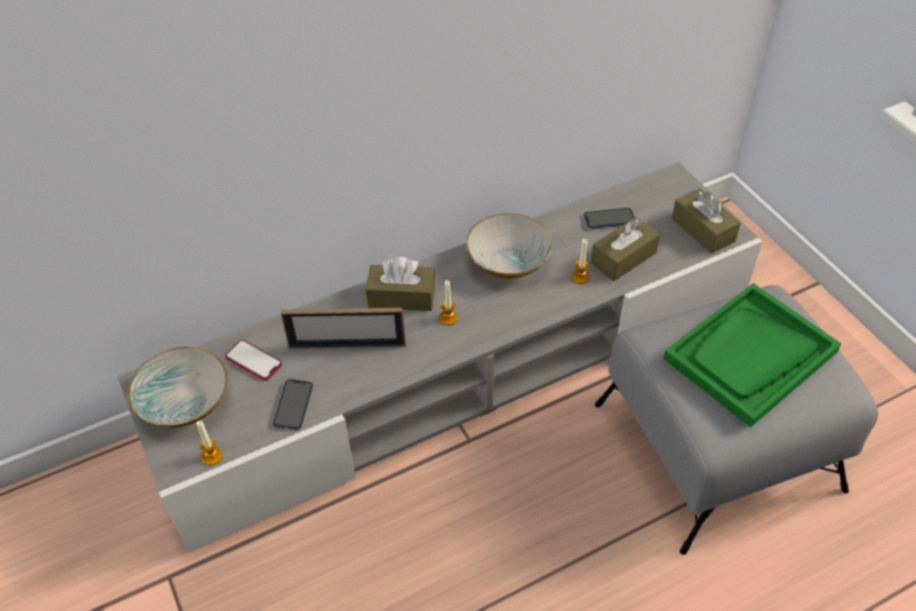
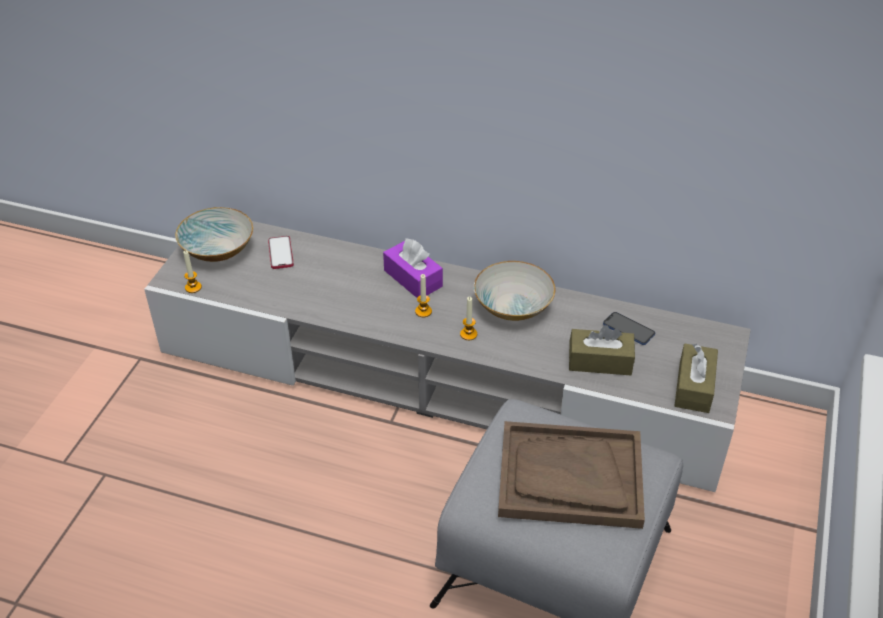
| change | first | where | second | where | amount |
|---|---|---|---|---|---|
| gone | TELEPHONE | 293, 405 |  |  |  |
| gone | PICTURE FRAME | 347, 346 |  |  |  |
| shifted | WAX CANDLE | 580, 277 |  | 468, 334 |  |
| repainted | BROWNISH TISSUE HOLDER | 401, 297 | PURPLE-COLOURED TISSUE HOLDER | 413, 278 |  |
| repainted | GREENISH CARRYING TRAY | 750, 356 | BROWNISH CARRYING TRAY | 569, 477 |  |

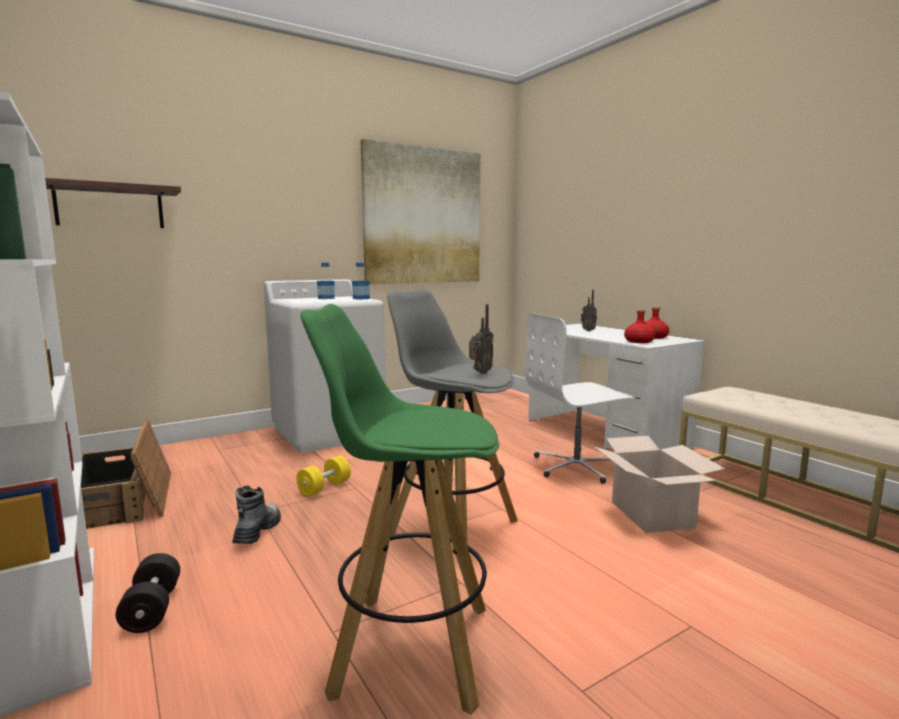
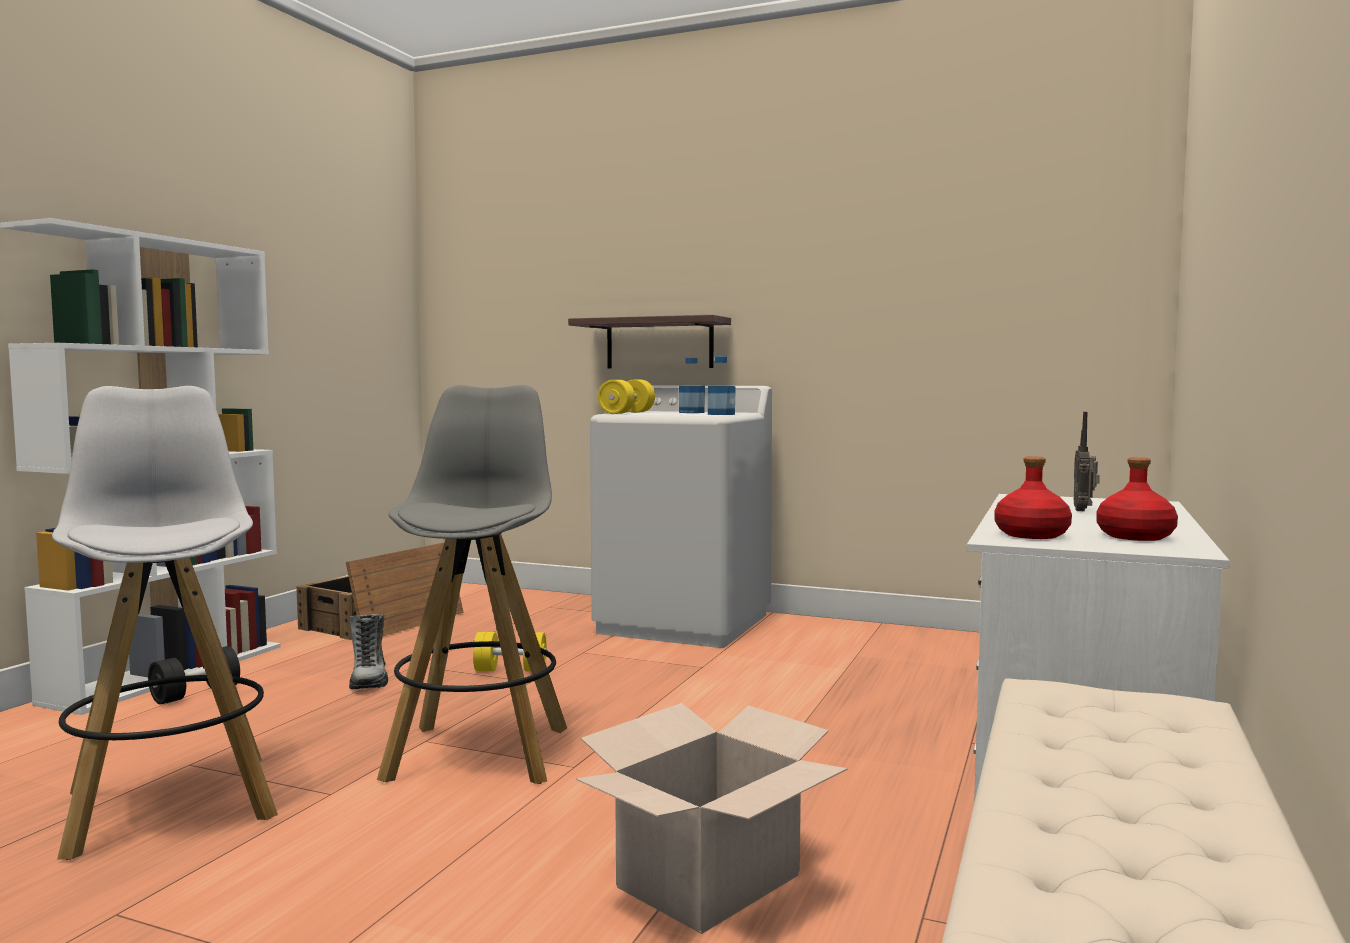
| change | first | where | second | where | amount |
|---|---|---|---|---|---|
| gone | PICTURE | 423, 216 |  |  |  |
| gone | RADIO SET | 479, 373 |  |  |  |
| gone | WHITISH OFFICE CHAIR | 577, 466 |  |  |  |
| new |  |  | YELLOWISH HAND WEIGHT | 627, 413 |  |
| shifted | BRACKET SHELF | 110, 206 |  | 659, 343 |  |
| repainted | GREENISH SITTING STOOL | 409, 649 | WHITISH SITTING STOOL | 171, 804 |  |
| rotated | BOOT | 257, 531 |  | 369, 679 | 105 degrees clockwise |

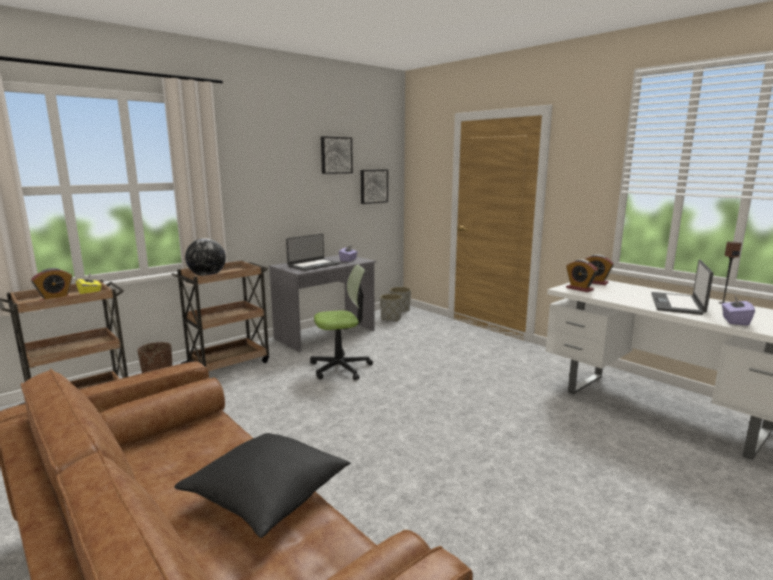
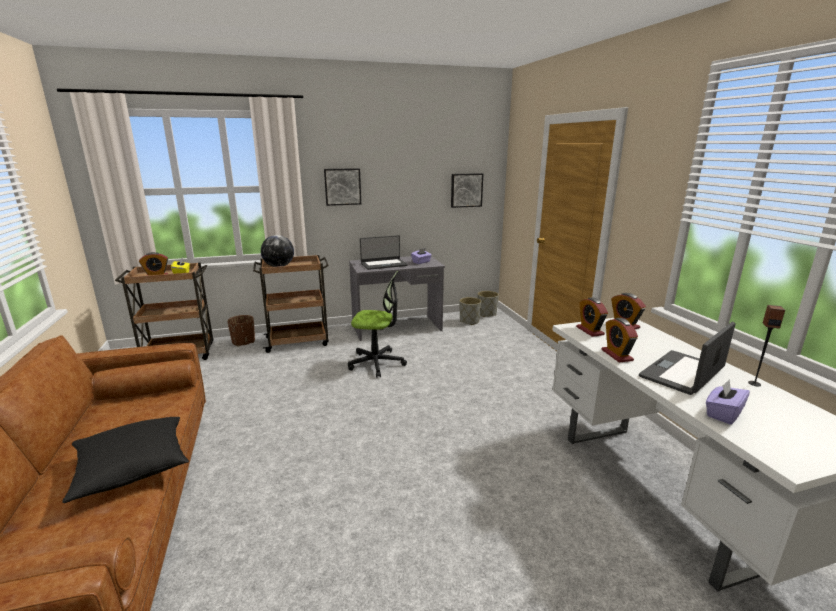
| change | first | where | second | where | amount |
|---|---|---|---|---|---|
| new |  |  | ALARM CLOCK | 617, 355 |  |
| shifted | PICTURE | 335, 155 |  | 342, 186 |  |

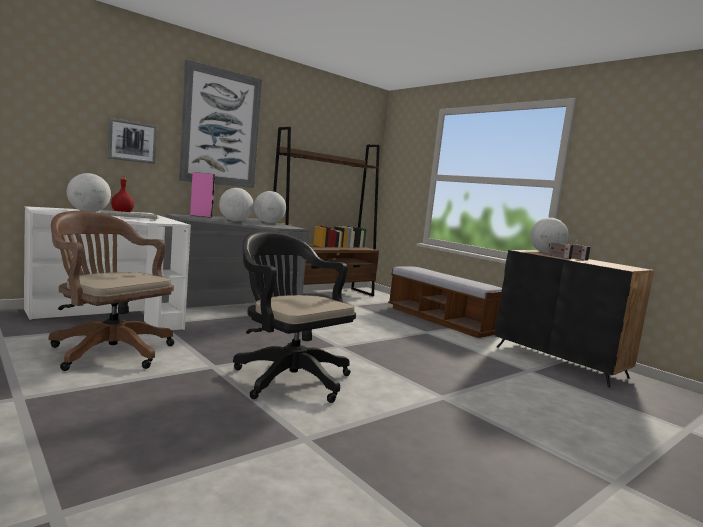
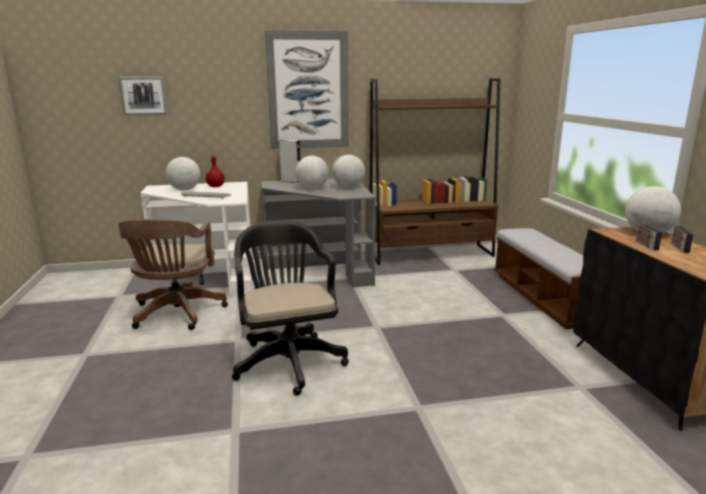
| change | first | where | second | where | amount |
|---|---|---|---|---|---|
| shifted | PICTURE | 132, 141 |  | 143, 95 |  |
| repainted | PINK AUDIO SPEAKER | 201, 216 | GRAY AUDIO SPEAKER | 291, 181 |  |
| rotated | BROWNISH OFFICE CHAIR | 108, 350 |  | 176, 314 | 150 degrees counterclockwise |

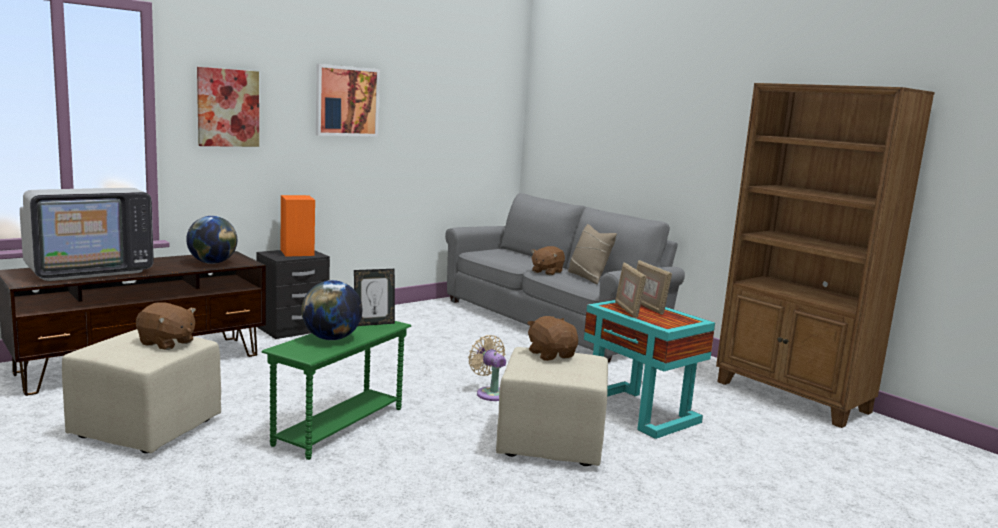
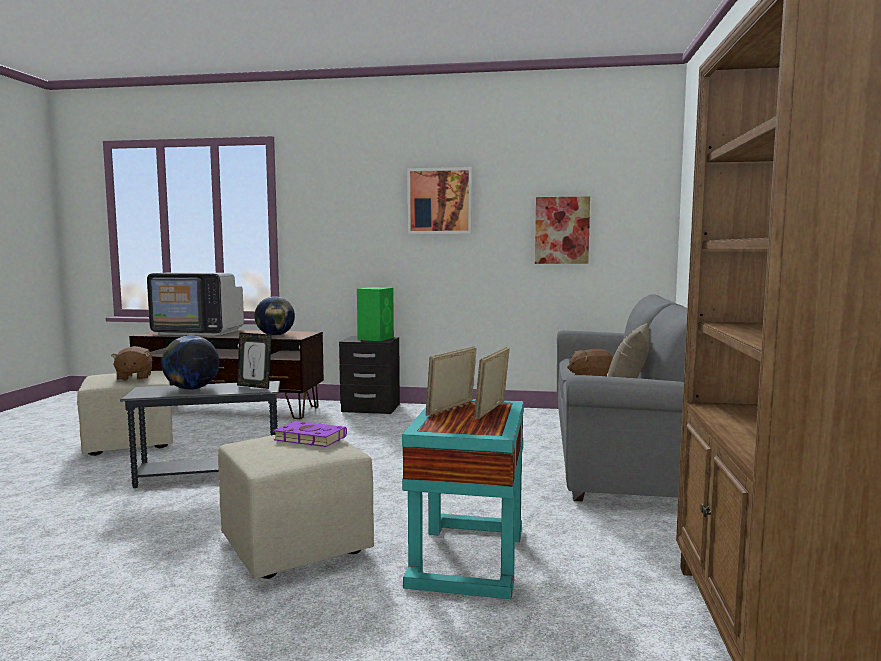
| change | first | where | second | where | amount |
|---|---|---|---|---|---|
| gone | BEIGE COOLING FAN | 490, 393 |  |  |  |
| shifted | PICTURE | 228, 108 |  | 562, 230 |  |
| swapped | BROWNISH SOFT TOY | 551, 355 | PURPLE-COLOURED BOOK | 308, 438 |  |
| repainted | GREENISH END TABLE | 339, 426 | GRAY END TABLE | 209, 475 |  |
| repainted | ORANGEY AUDIO SPEAKER | 297, 252 | GREENISH AUDIO SPEAKER | 376, 338 |  |

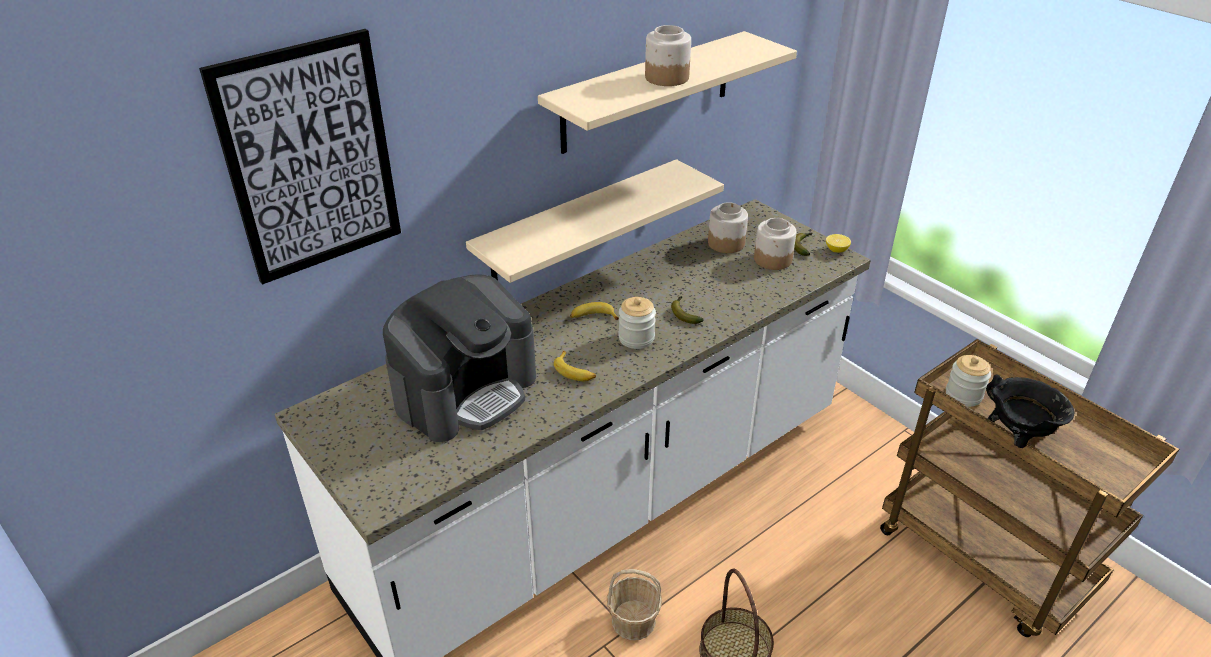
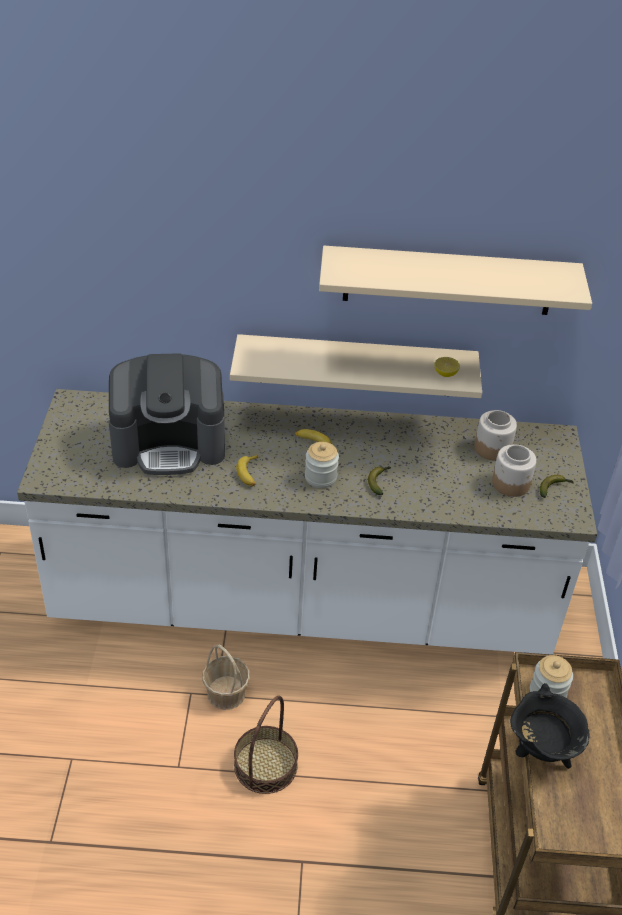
| change | first | where | second | where | amount |
|---|---|---|---|---|---|
| gone | PICTURE | 310, 159 |  |  |  |
| gone | JAR | 666, 77 |  |  |  |
| shifted | LEMON | 836, 250 |  | 445, 374 |  |

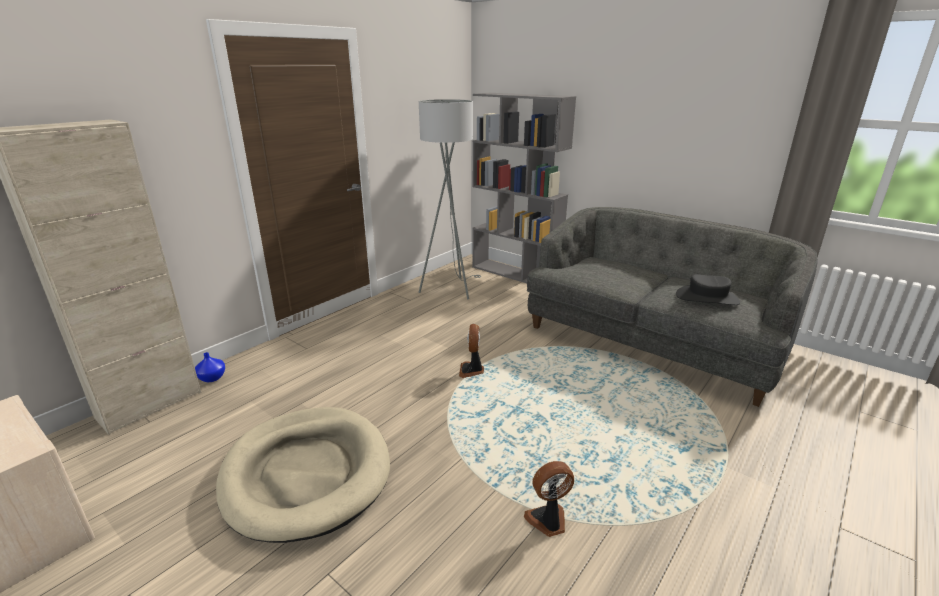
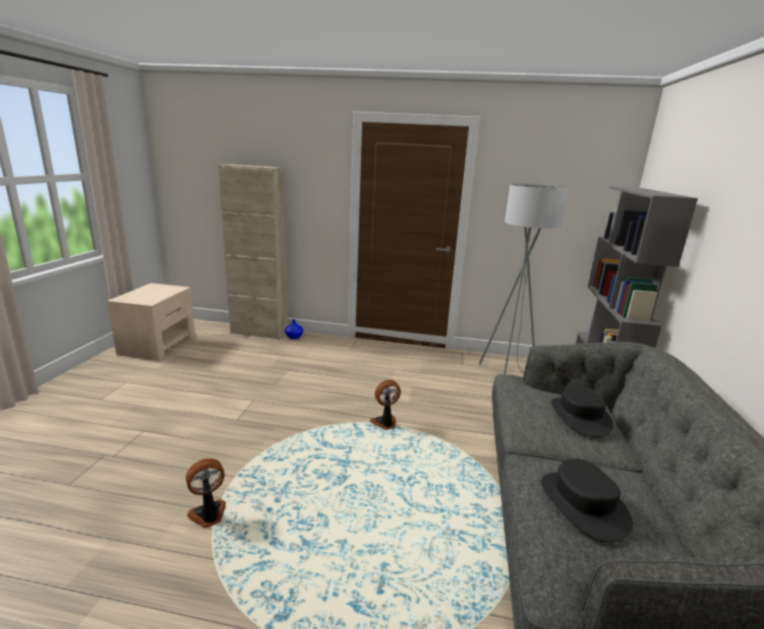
| change | first | where | second | where | amount |
|---|---|---|---|---|---|
| gone | BEIGE DOG CUSHION | 307, 474 |  |  |  |
| new |  |  | BLACKISH HAT | 579, 416 |  |
| rotated | COOLING FAN | 548, 521 |  | 209, 515 | 75 degrees counterclockwise |

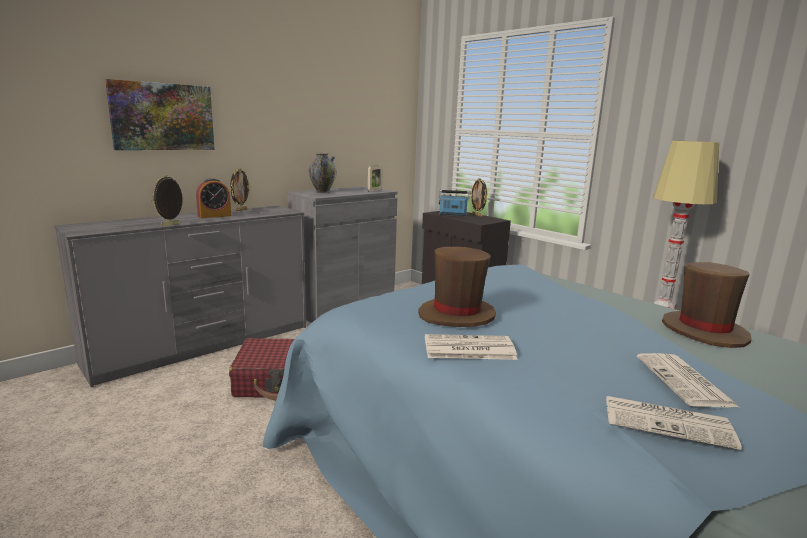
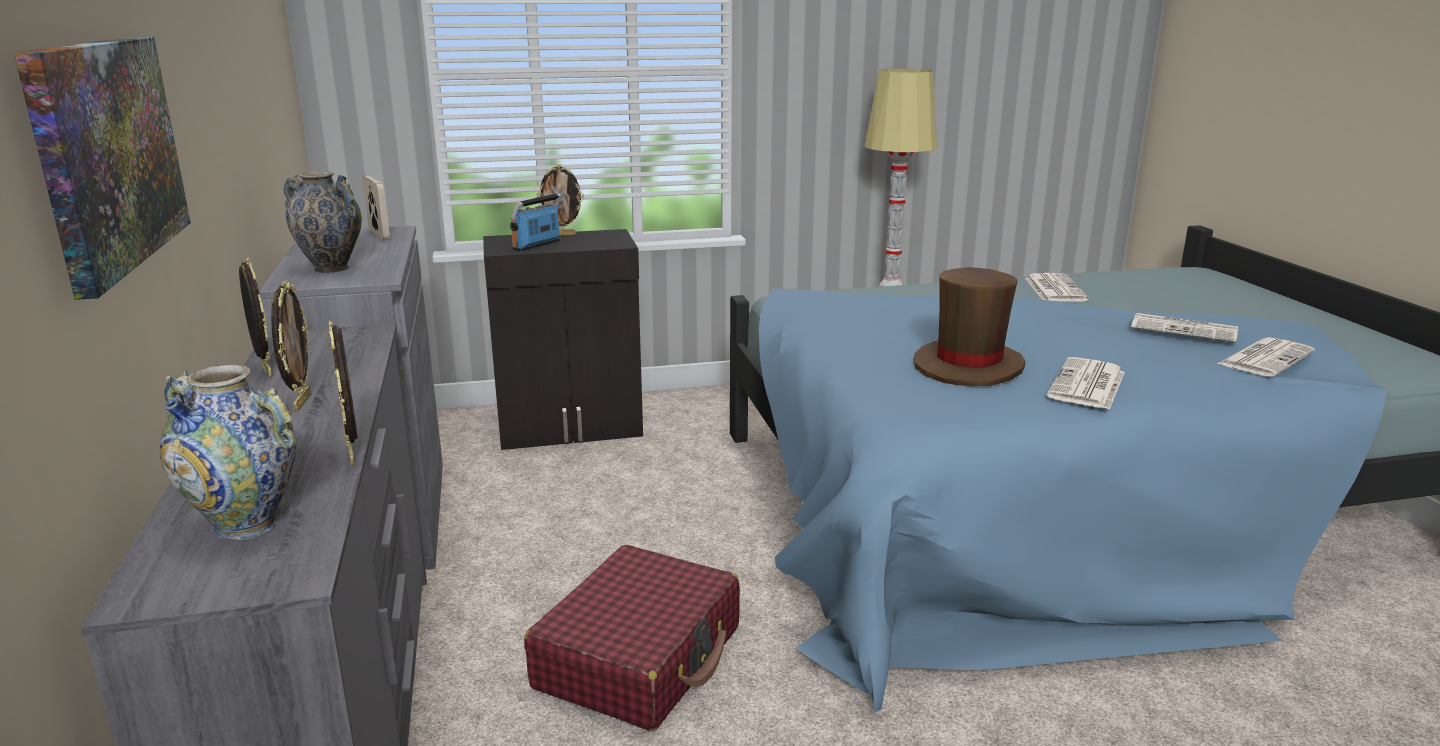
| change | first | where | second | where | amount |
|---|---|---|---|---|---|
| new |  |  | DECORATIVE VASE | 246, 526 |  |
| swapped | ALARM CLOCK | 214, 216 | PICTURE FRAME | 301, 402 |  |
| swapped | BROWNISH HAT | 704, 331 | DAILY PAPER | 1054, 289 |  |

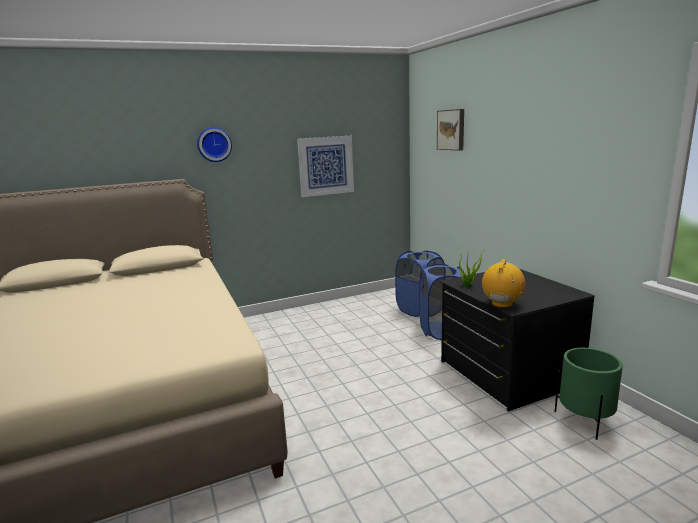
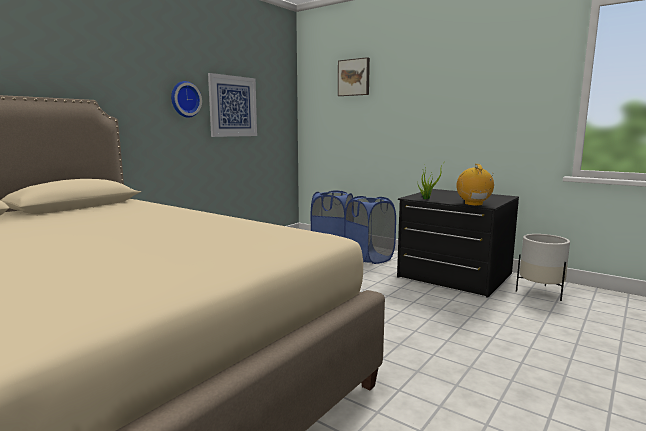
| change | first | where | second | where | amount |
|---|---|---|---|---|---|
| shifted | CLOCK ON THE WALL | 214, 144 |  | 184, 99 |  |
| repainted | GREENISH FLOWER POT | 585, 420 | WHITISH FLOWER POT | 540, 292 |  |

